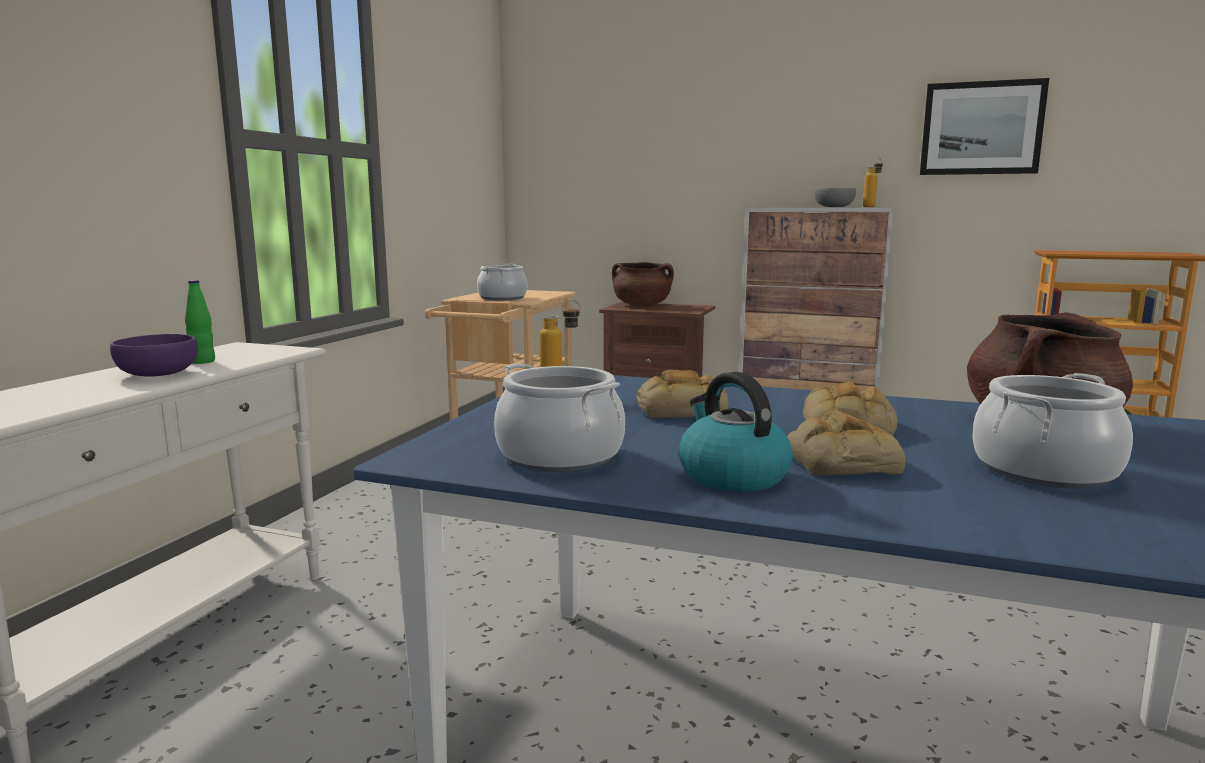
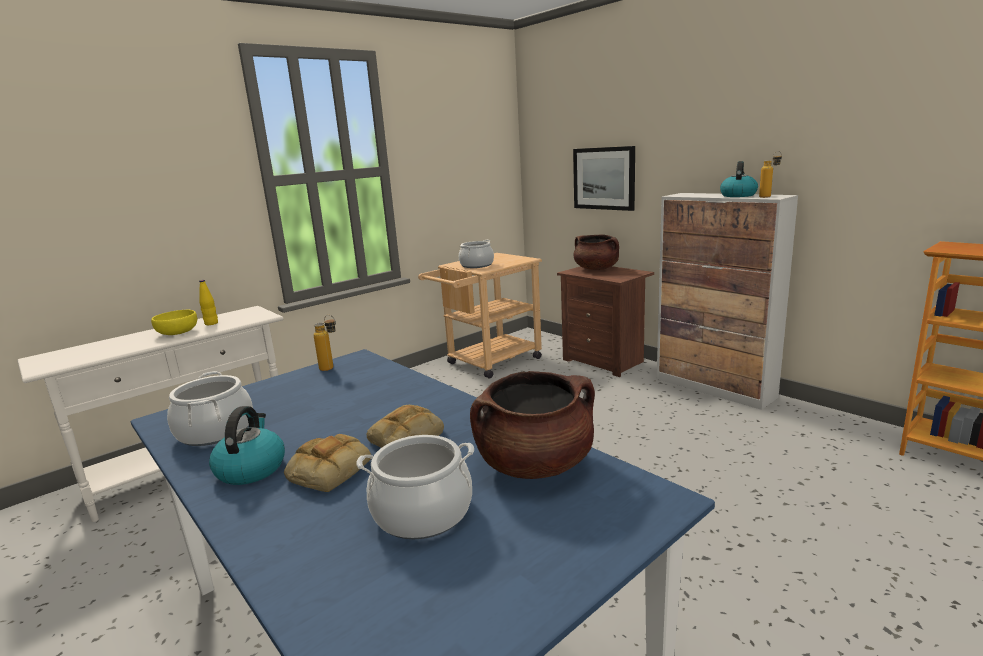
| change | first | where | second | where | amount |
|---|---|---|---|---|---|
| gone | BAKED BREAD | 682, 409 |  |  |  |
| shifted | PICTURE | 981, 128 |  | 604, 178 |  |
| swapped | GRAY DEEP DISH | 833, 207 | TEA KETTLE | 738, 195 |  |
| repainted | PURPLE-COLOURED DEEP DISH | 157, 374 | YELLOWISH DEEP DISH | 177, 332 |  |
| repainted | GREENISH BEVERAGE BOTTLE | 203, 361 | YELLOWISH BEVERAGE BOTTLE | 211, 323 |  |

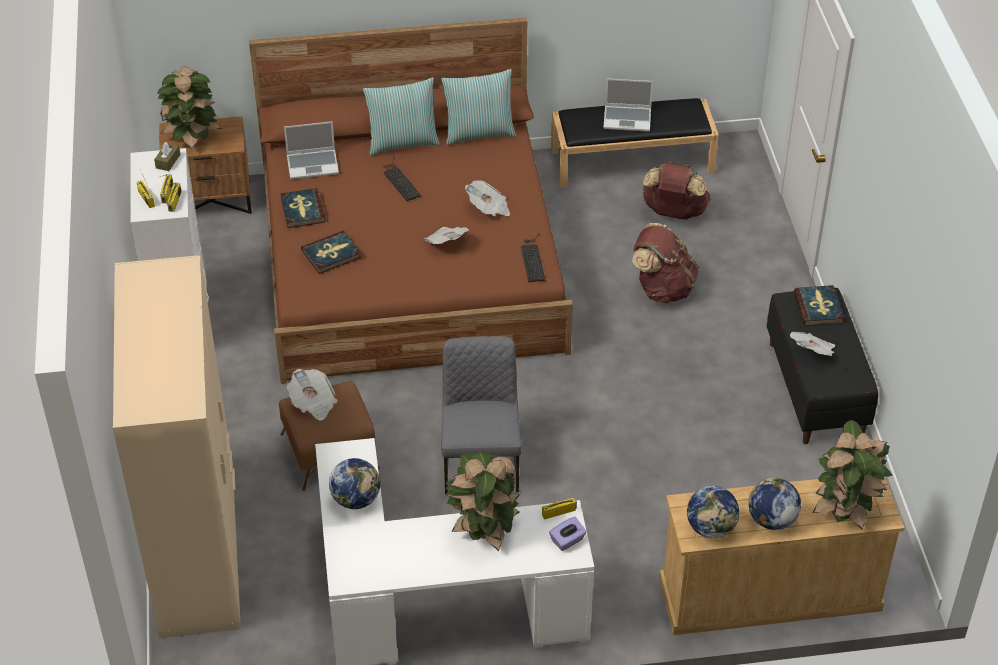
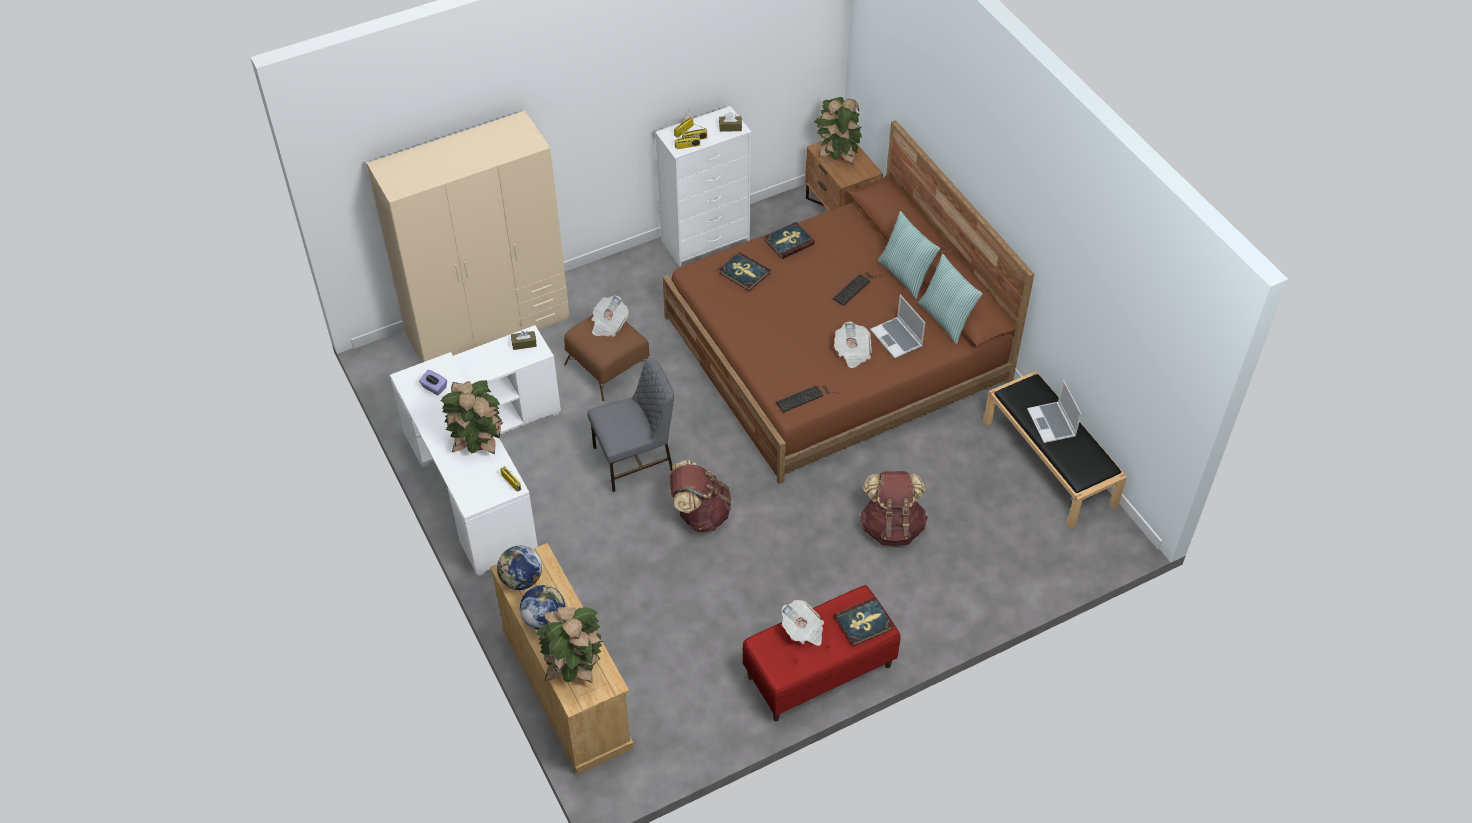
| change | first | where | second | where | amount |
|---|---|---|---|---|---|
| gone | GLOBE | 356, 499 |  |  |  |
| gone | DAILY PAPER | 446, 243 |  |  |  |
| new |  |  | BROWNISH TISSUE HOLDER | 524, 344 |  |
| shifted | LAPTOP | 313, 165 |  | 897, 339 |  |
| shifted | PURPLE-COLOURED TISSUE HOLDER | 567, 541 |  | 434, 388 |  |
| shifted | BROWNISH RUCKSACK | 674, 213 |  | 700, 514 |  |
| repainted | BLACKISH LONG SEAT | 816, 389 | REDDISH LONG SEAT | 819, 672 |  |

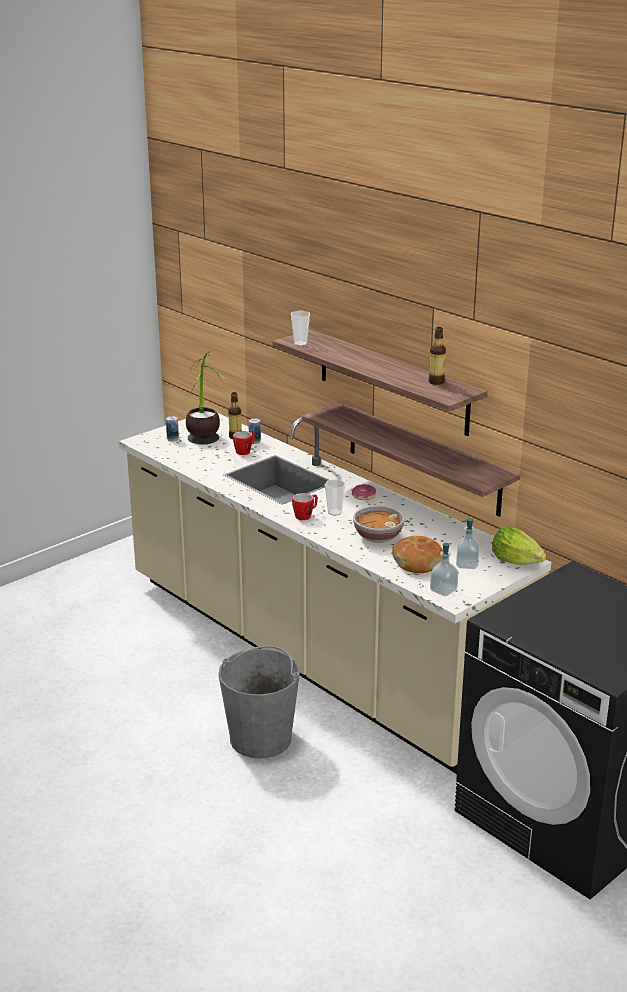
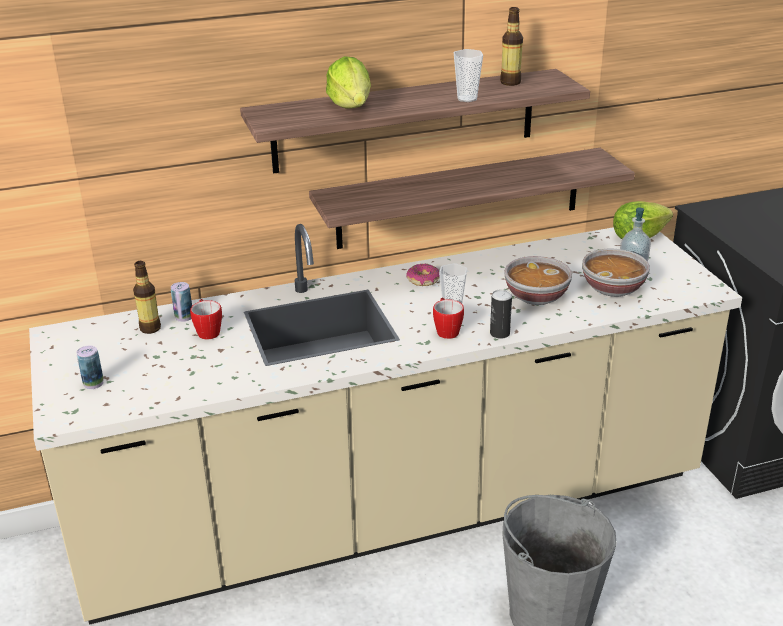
| change | first | where | second | where | amount |
|---|---|---|---|---|---|
| gone | PLANT IN A POT | 205, 445 |  |  |  |
| gone | SOAP BOTTLE | 443, 590 |  |  |  |
| new |  |  | HEAD OF LETTUCE | 351, 107 |  |
| new |  |  | CAN | 499, 333 |  |
| shifted | CUP | 300, 344 |  | 467, 99 |  |
| swapped | BAKED BREAD | 418, 562 | DEEP DISH | 613, 288 |  |

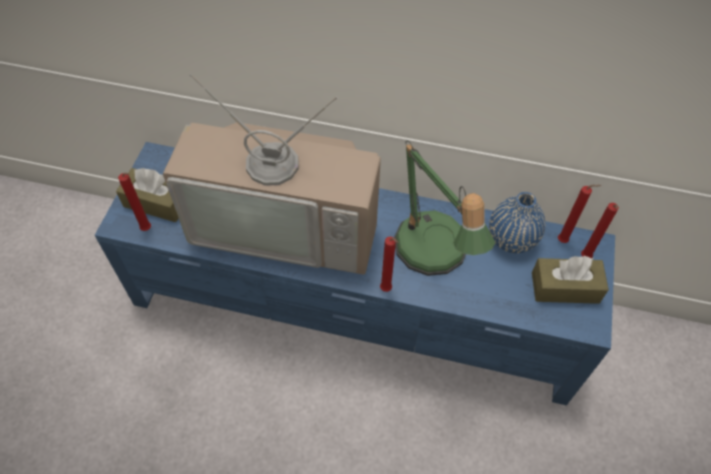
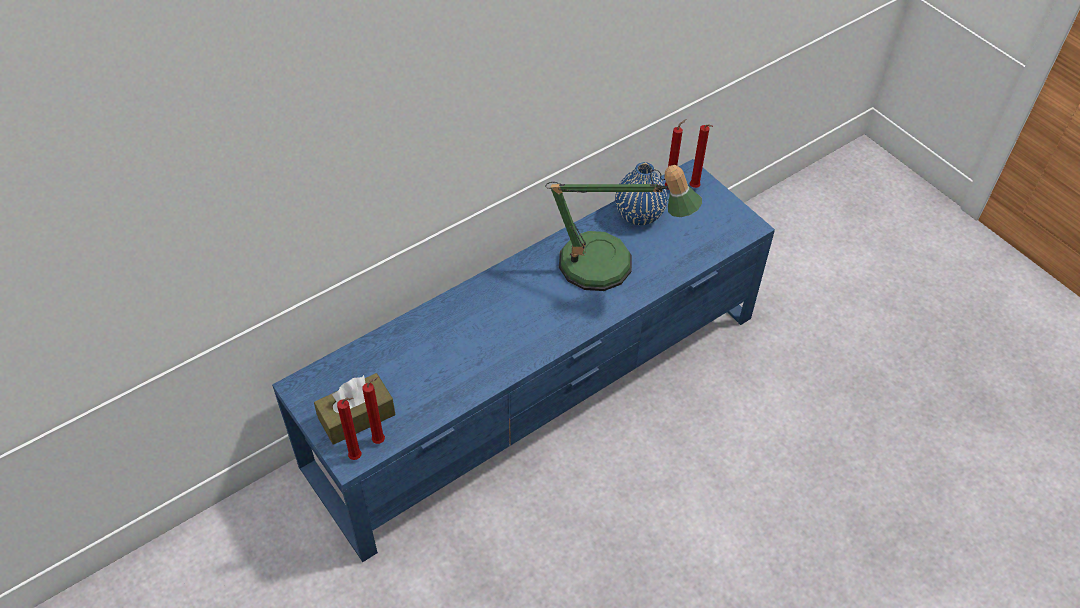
| change | first | where | second | where | amount |
|---|---|---|---|---|---|
| gone | TELEVISION | 287, 224 |  |  |  |
| gone | BROWNISH TISSUE HOLDER | 565, 287 |  |  |  |
| shifted | REDDISH WAX CANDLE | 386, 290 |  | 357, 457 |  |

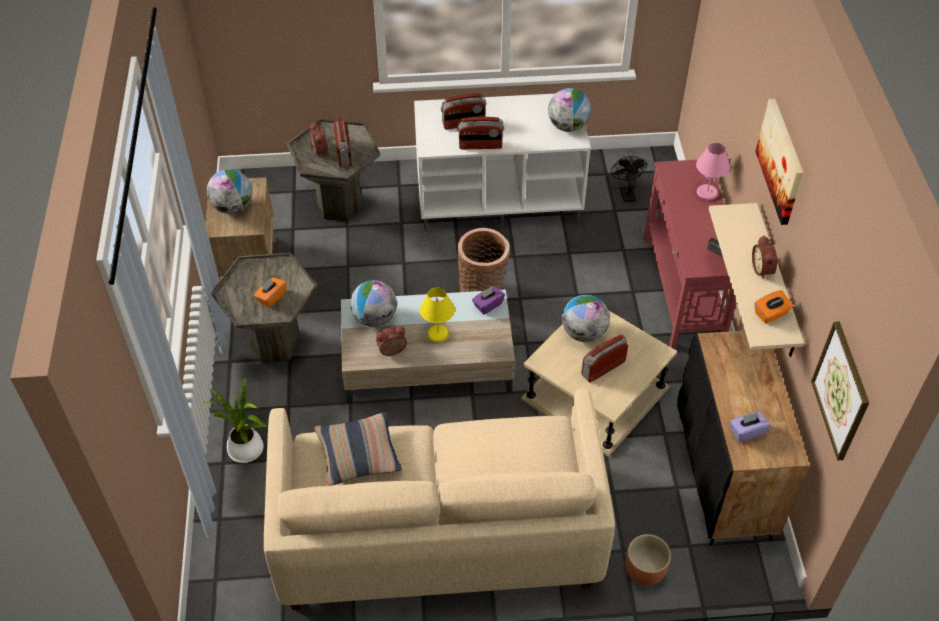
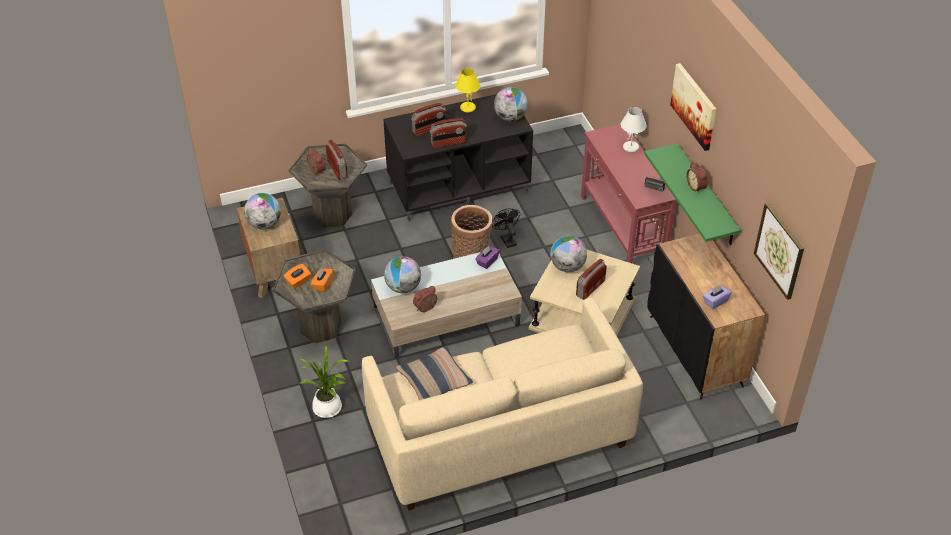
| change | first | where | second | where | amount |
|---|---|---|---|---|---|
| gone | BROWNISH FLOWER POT | 644, 571 |  |  |  |
| shifted | YELLOWISH TABLE LAMP | 437, 334 |  | 467, 108 |  |
| shifted | BLACKISH COOLING FAN | 626, 192 |  | 506, 239 |  |
| shifted | ORANGEY TISSUE HOLDER | 771, 314 |  | 298, 281 |  |
| repainted | WHITISH TV UNIT | 499, 198 | BLACKISH TV UNIT | 459, 187 |  |
| repainted | PINK TABLE LAMP | 707, 193 | WHITISH TABLE LAMP | 631, 147 |  |
| repainted | BEIGE BRACKET SHELF | 775, 282 | GREENISH BRACKET SHELF | 706, 196 |  |

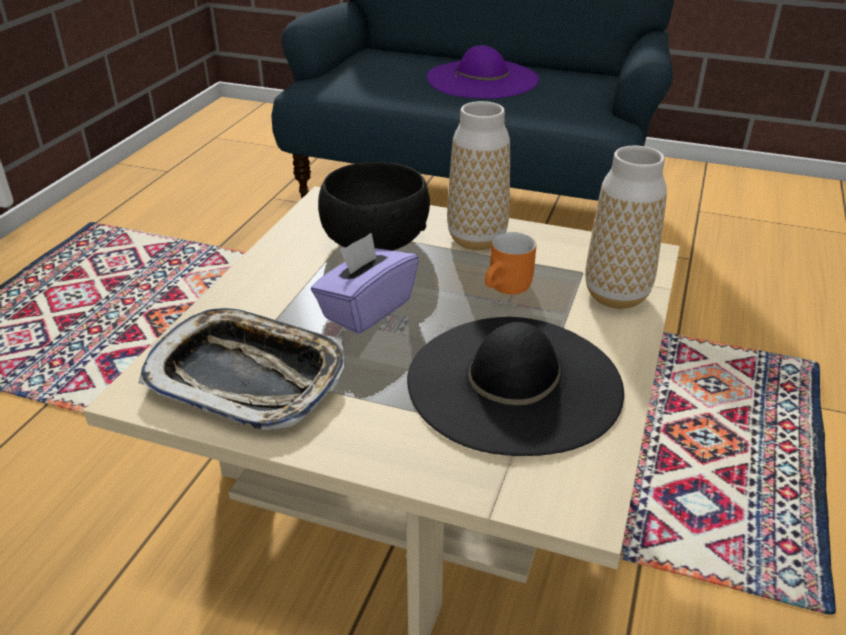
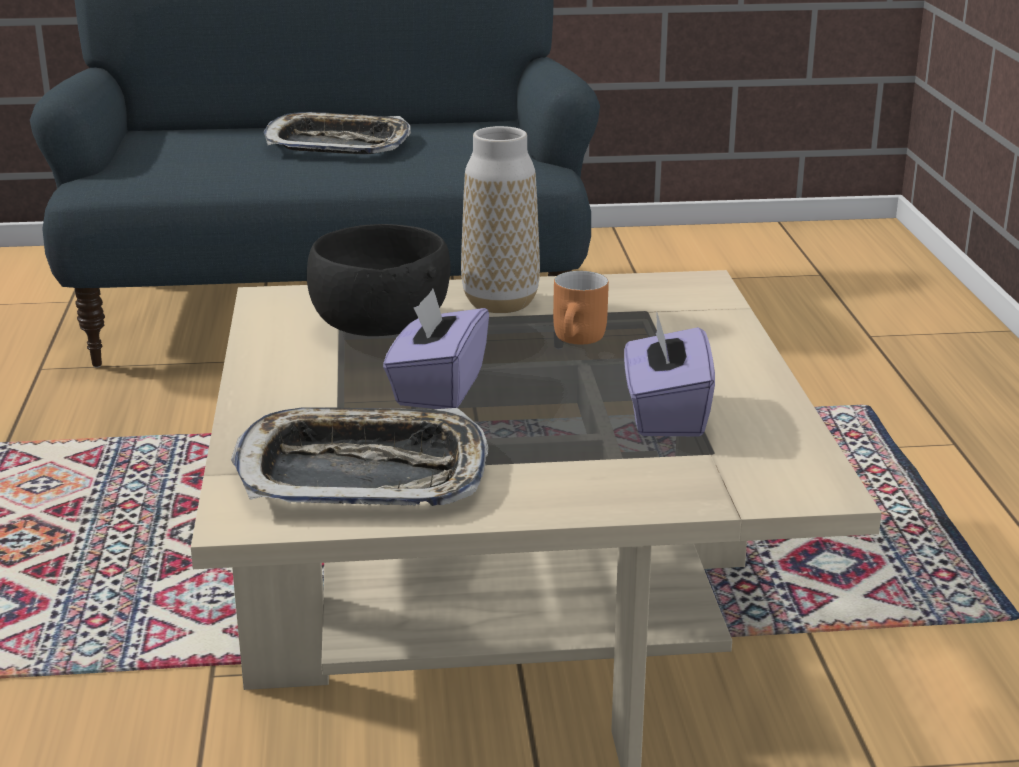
| change | first | where | second | where | amount |
|---|---|---|---|---|---|
| gone | DECORATIVE VASE | 616, 295 |  |  |  |
| swapped | BLACKISH HAT | 514, 383 | PURPLE-COLOURED TISSUE HOLDER | 665, 414 |  |
| swapped | PURPLE-COLOURED HAT | 482, 79 | CARRYING TRAY | 337, 144 |  |

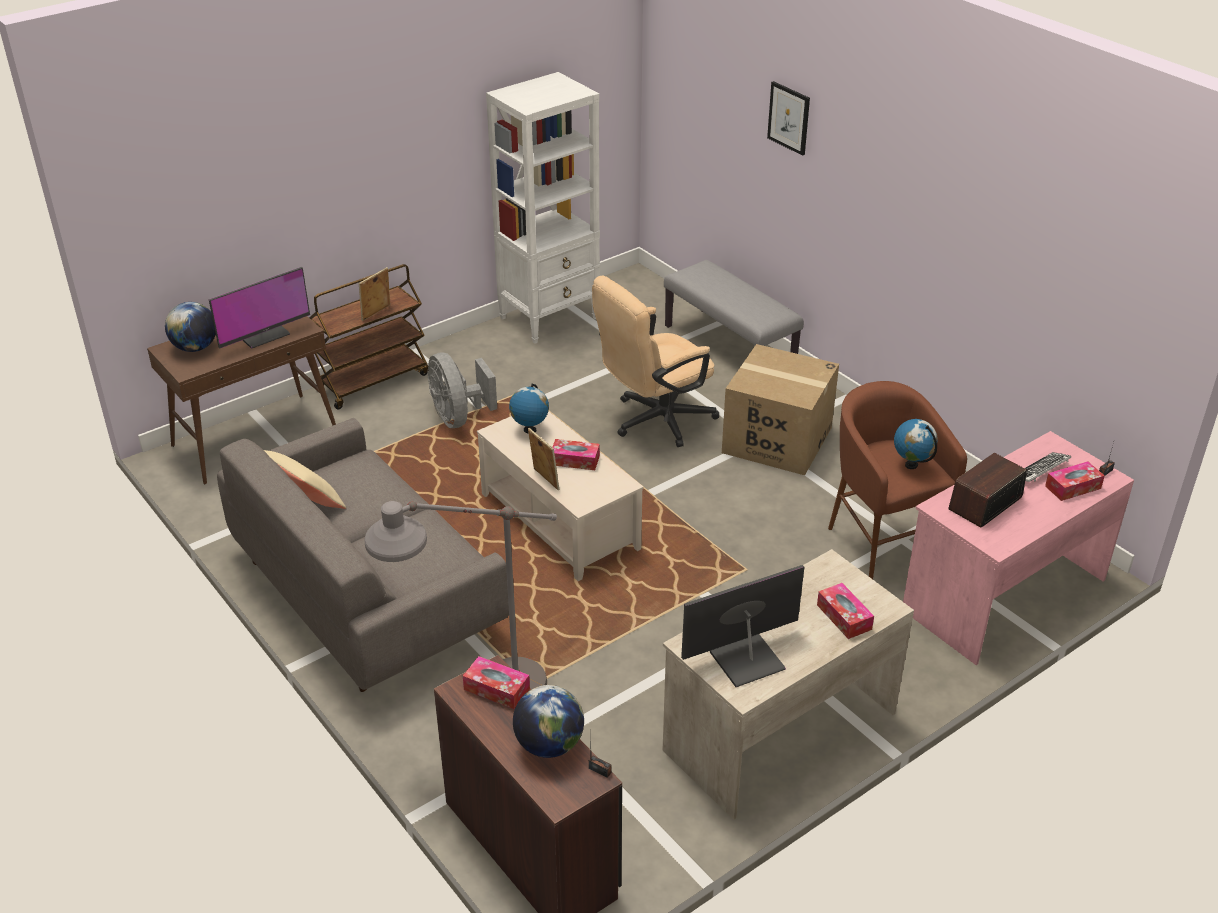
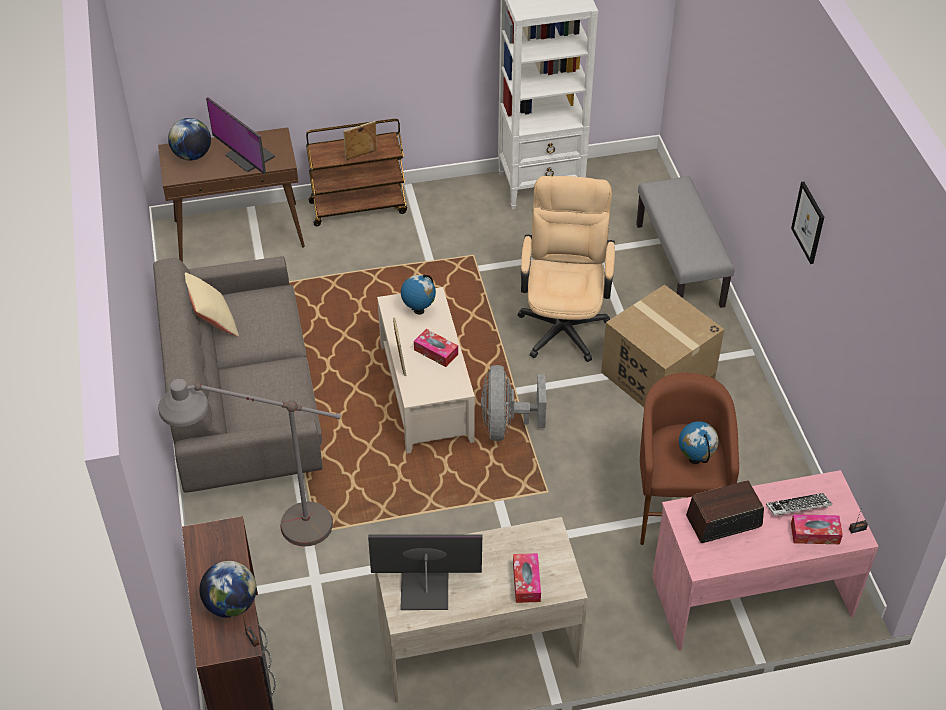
| change | first | where | second | where | amount |
|---|---|---|---|---|---|
| gone | TISSUE HOLDER | 496, 689 |  |  |  |
| shifted | GRAY COOLING FAN | 458, 417 |  | 506, 425 |  |
| shifted | PICTURE | 789, 118 |  | 808, 222 |  |
| rotated | COMPUTER SCREEN | 262, 334 |  | 249, 157 | 60 degrees clockwise |
| rotated | BEIGE OFFICE CHAIR | 654, 421 |  | 564, 321 | 105 degrees clockwise |

